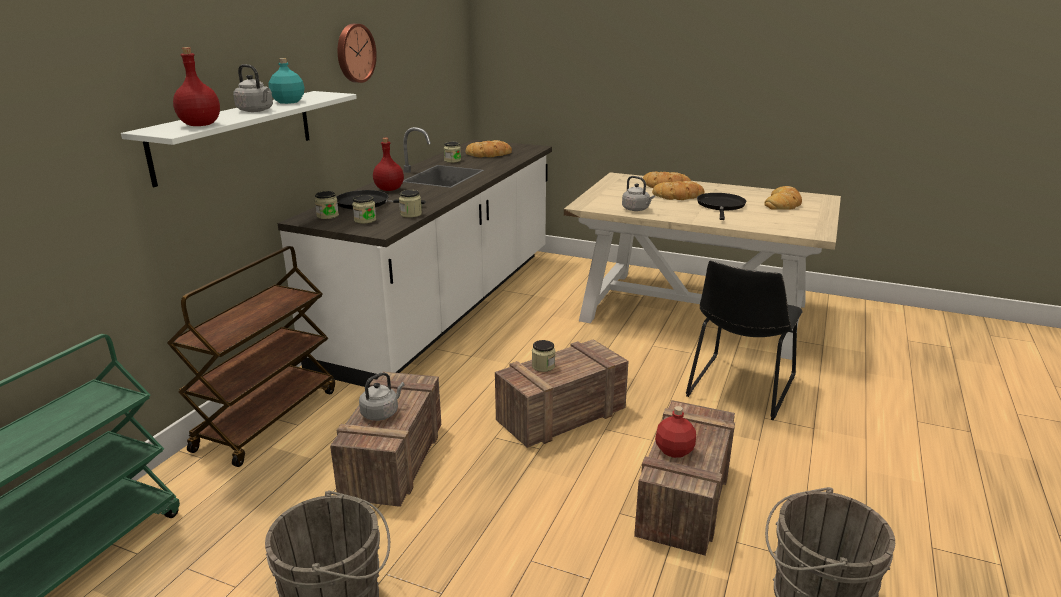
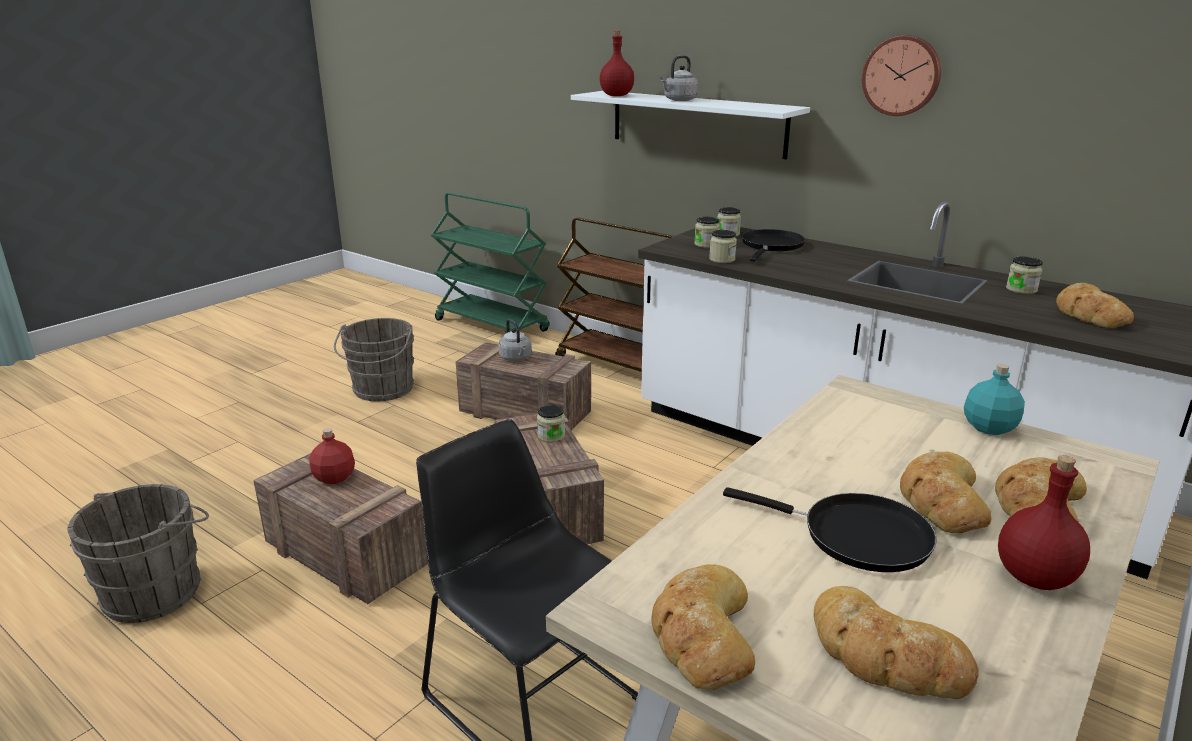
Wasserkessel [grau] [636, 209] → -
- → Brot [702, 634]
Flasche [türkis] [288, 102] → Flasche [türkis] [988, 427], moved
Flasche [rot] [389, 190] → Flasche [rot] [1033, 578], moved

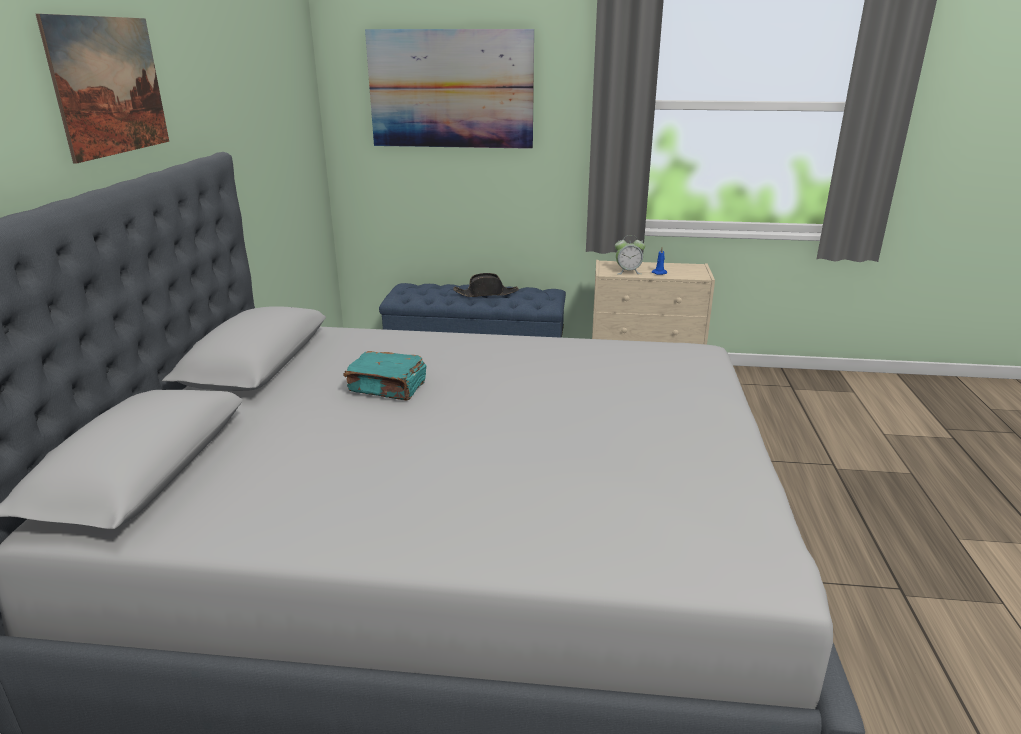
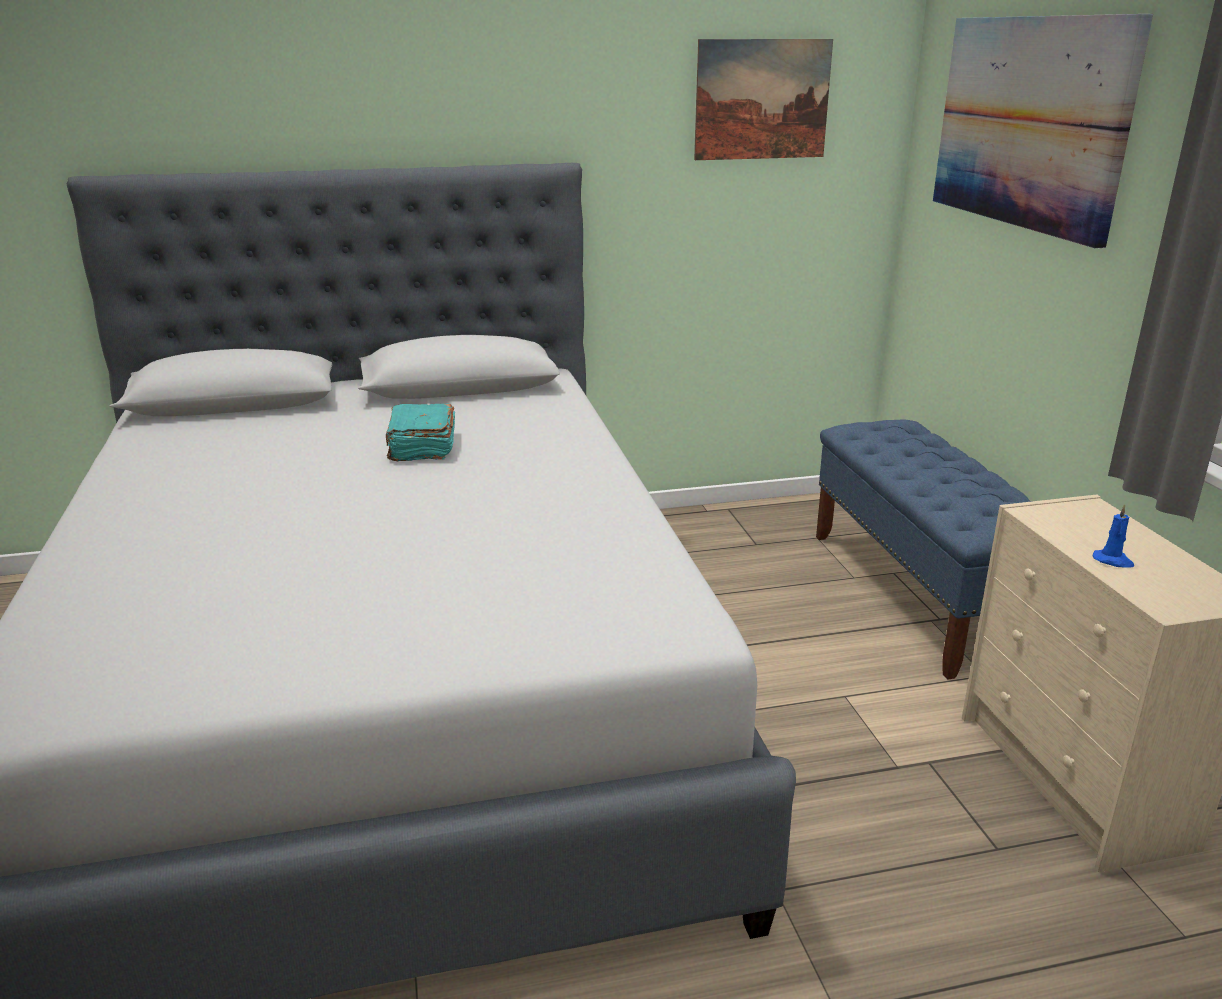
Hut [schwarz] [486, 293] → -
Wecker [628, 272] → -
Bild [109, 86] → Bild [762, 100], moved

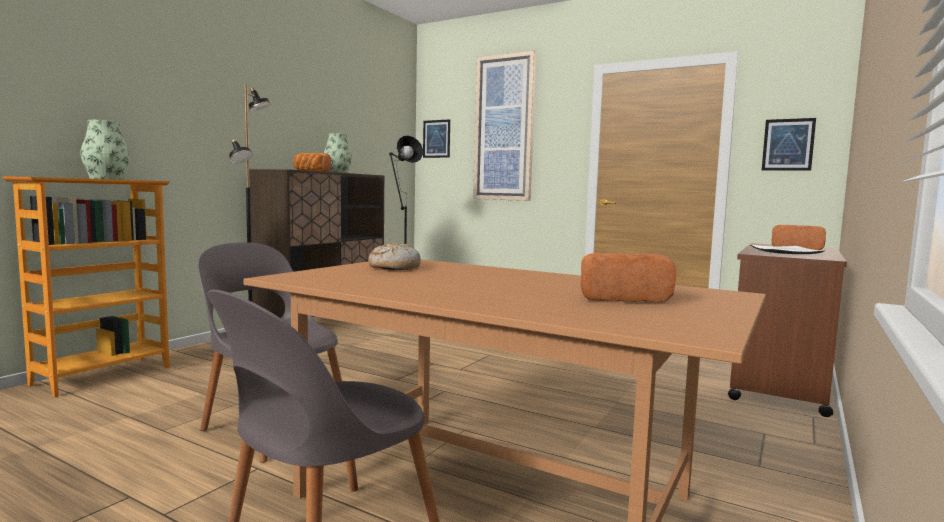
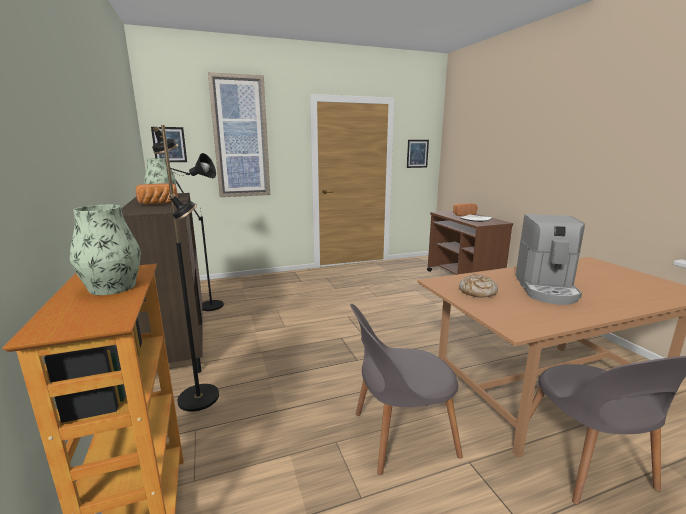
Brot [621, 298] → -
- → Kaffeemaschine [546, 289]

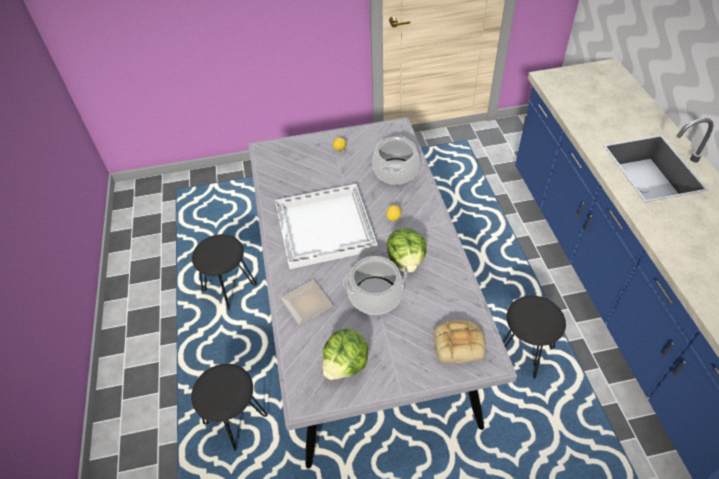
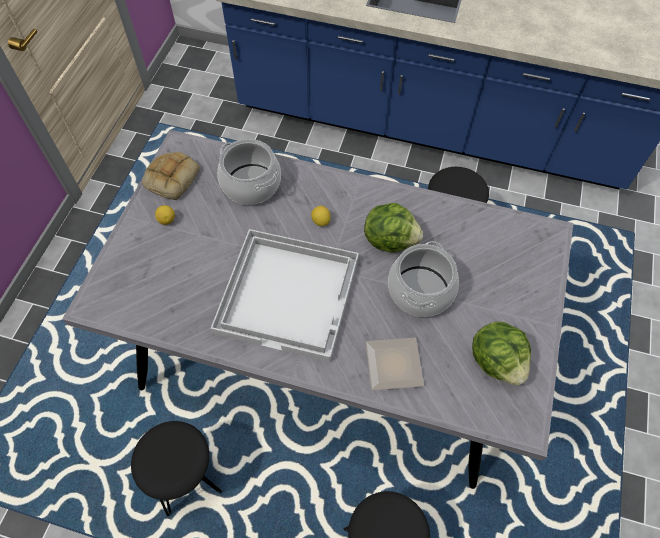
Brot [459, 343] → Brot [171, 177], moved

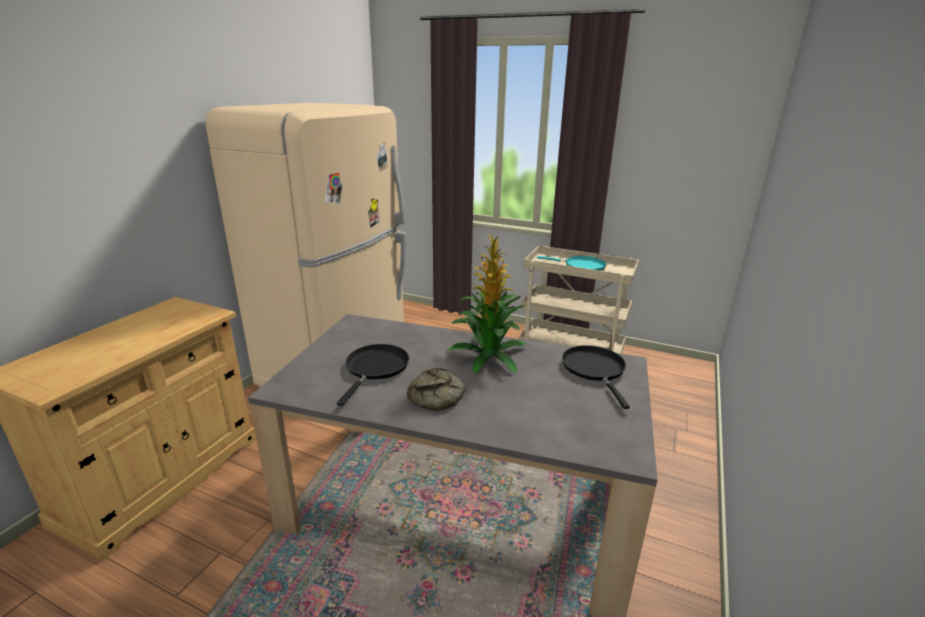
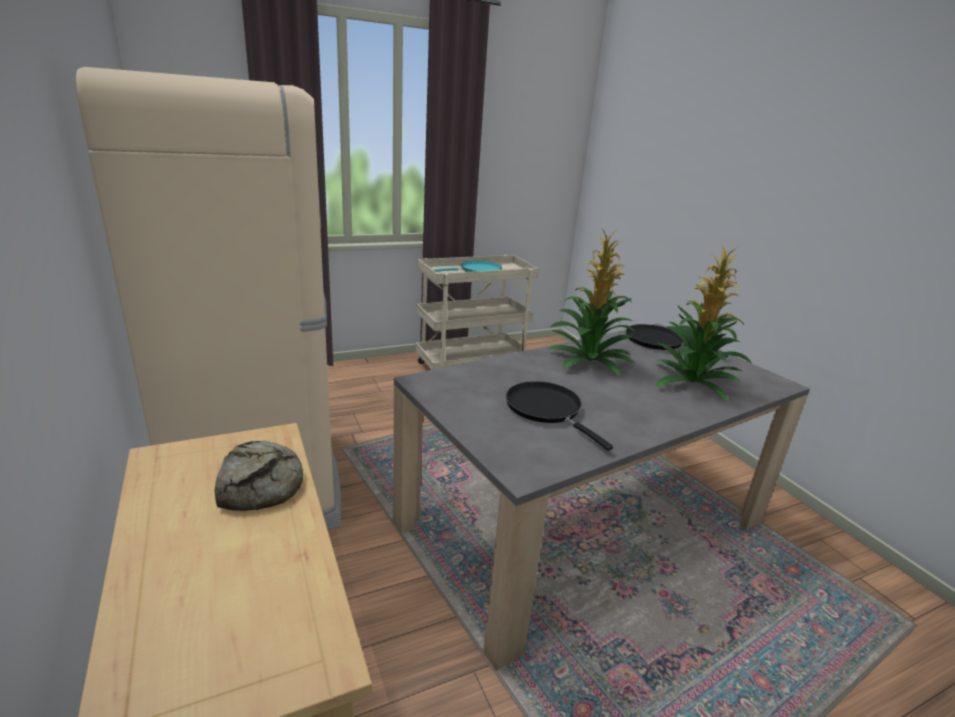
- → Topfpflanze [693, 382]
Brot [438, 396] → Brot [263, 483], moved

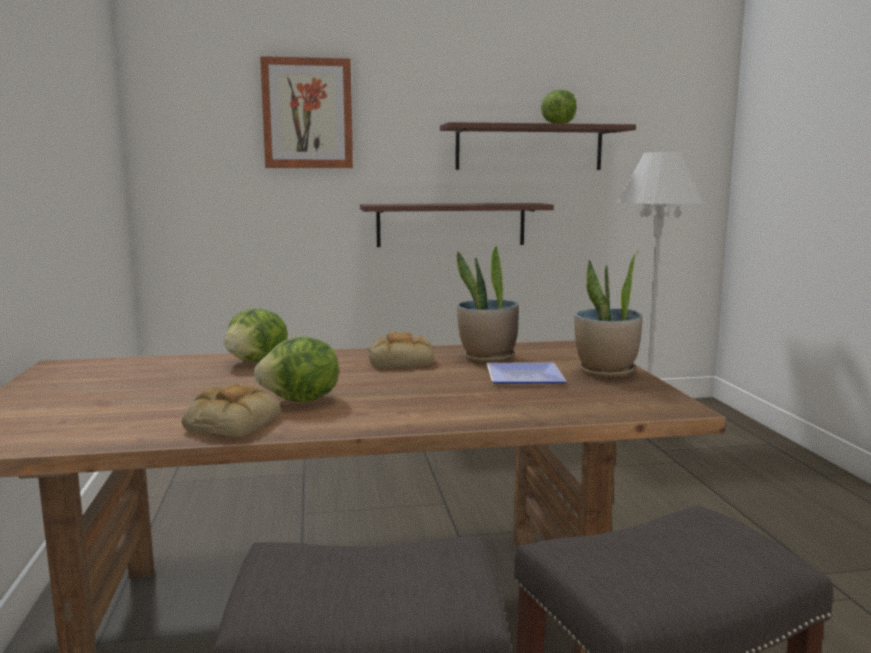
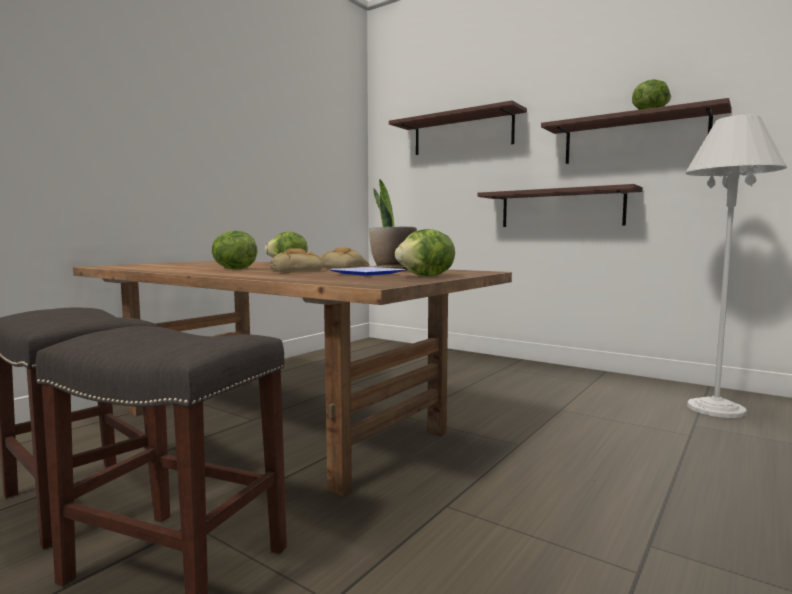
Brot [232, 423] → Brot [296, 270], moved
Bild [307, 114] → Wandregal [462, 134]
Topfpflanze [606, 372] → Salatkopf [426, 276]

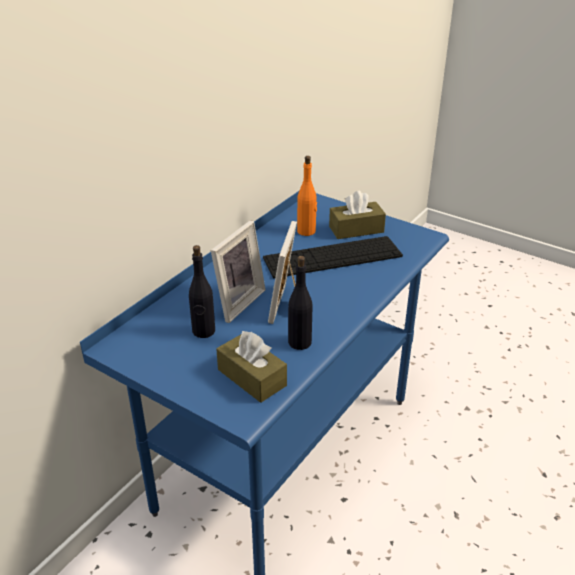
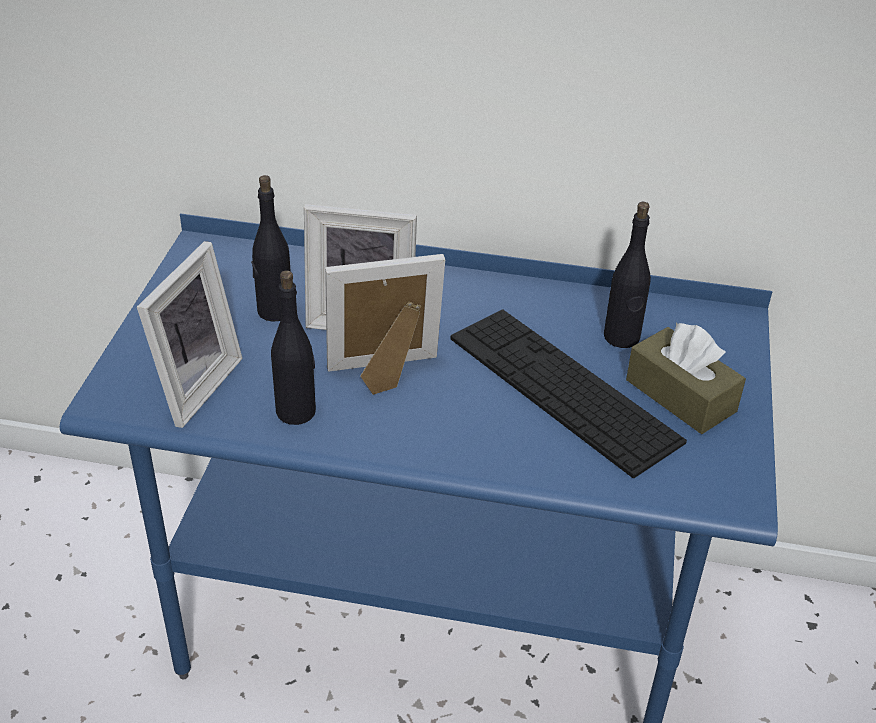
Taschentuchbox [braun] [252, 377] → Bilderrahmen [191, 386]
Flasche [orange] [306, 231] → Flasche [schwarz] [622, 337]

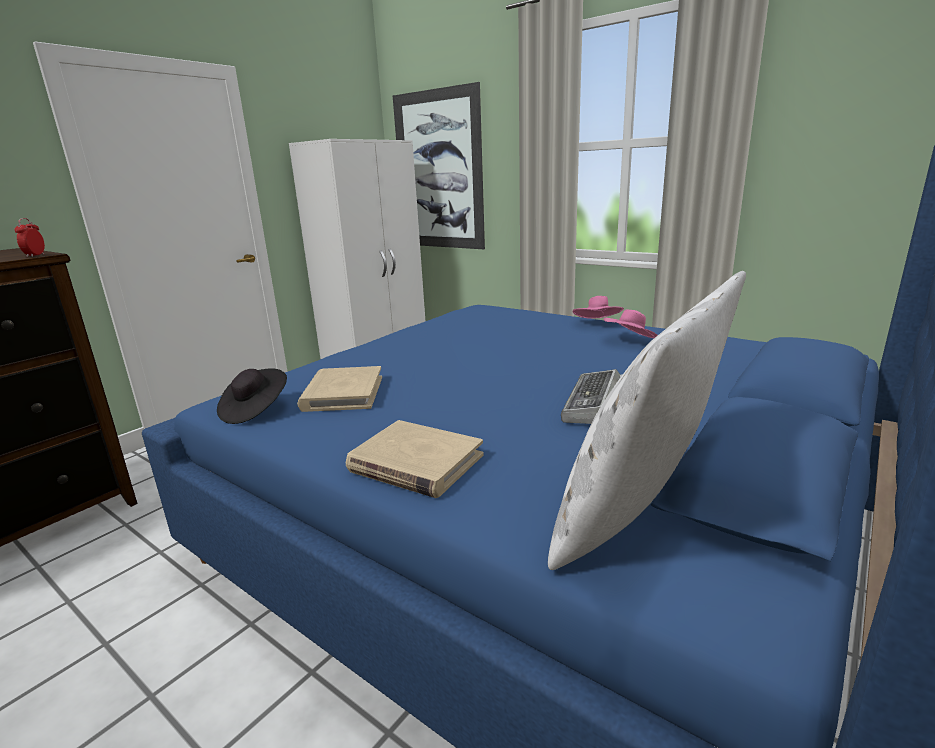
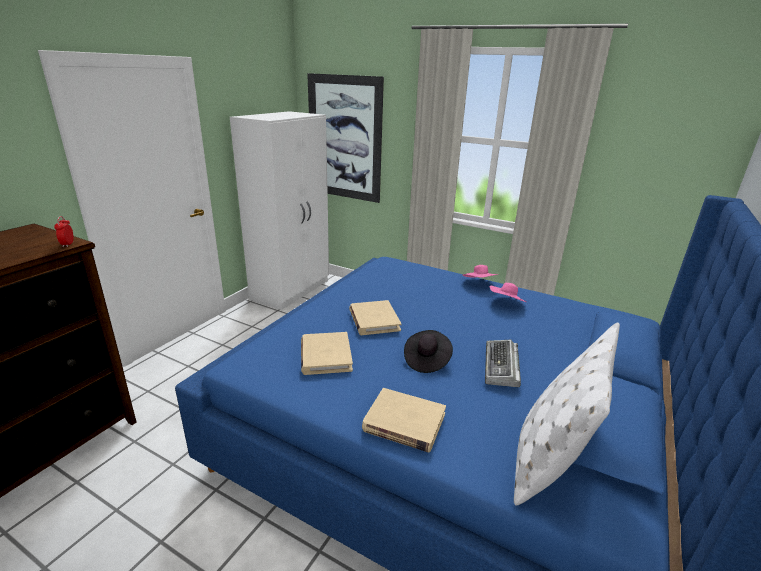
- → Buch [beige] [374, 320]
Hut [schwarz] [255, 410] → Hut [schwarz] [426, 360], moved

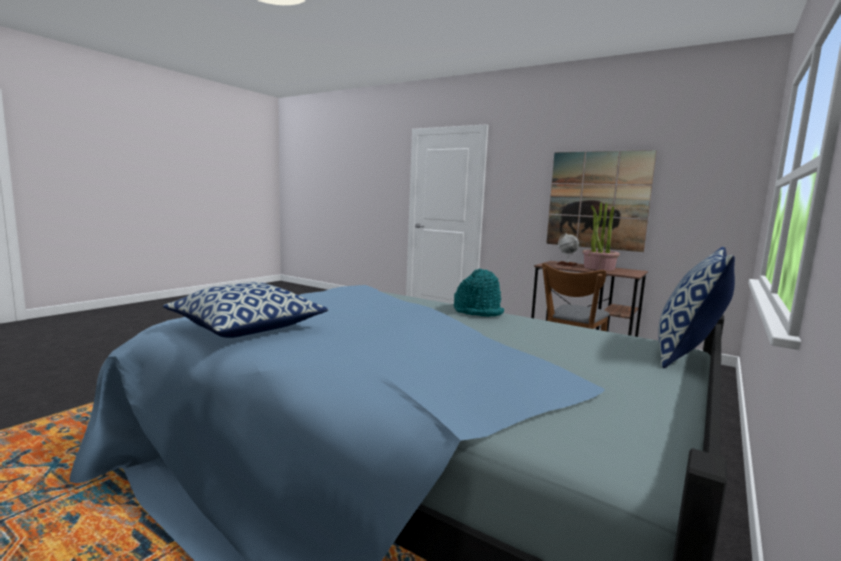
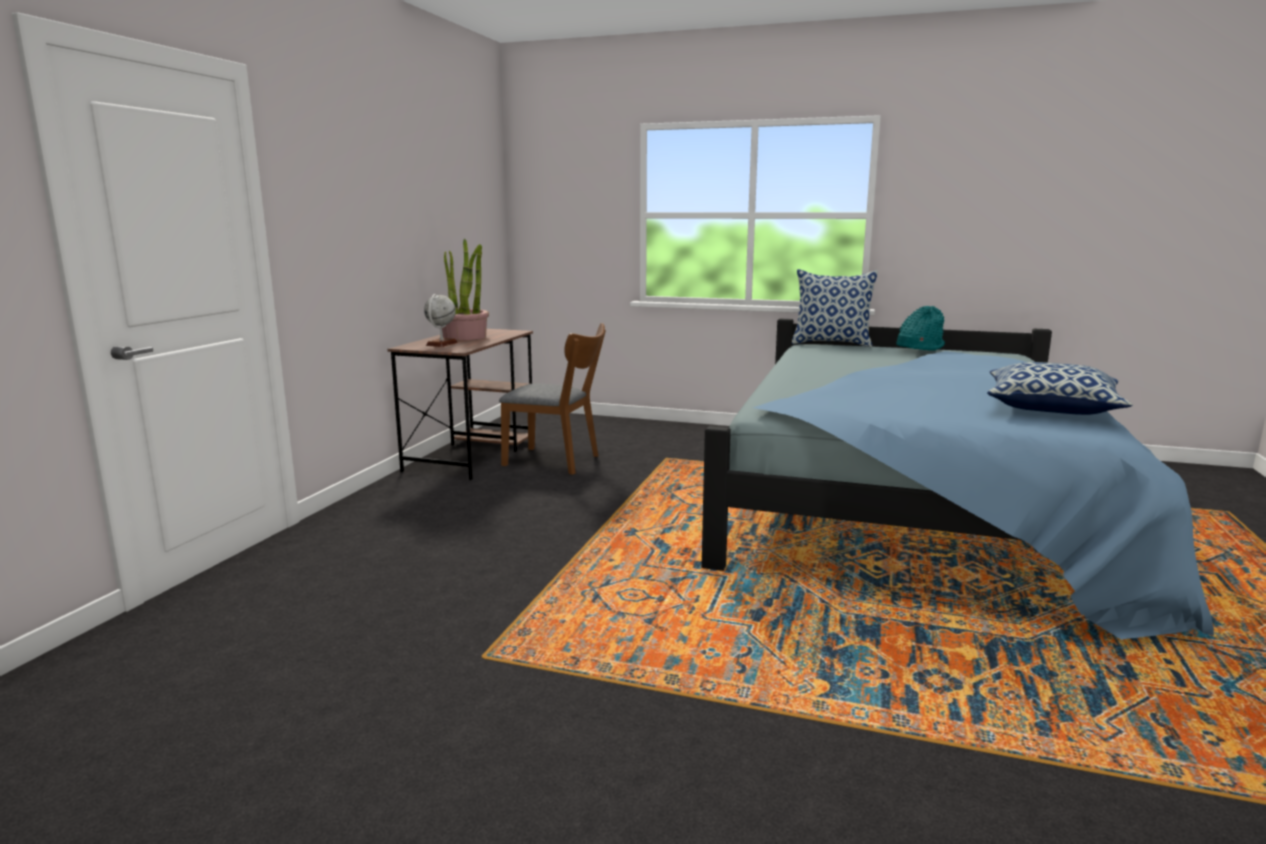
Bild [597, 200] → -
Hut [türkis] [478, 311] → Hut [türkis] [919, 347], moved

